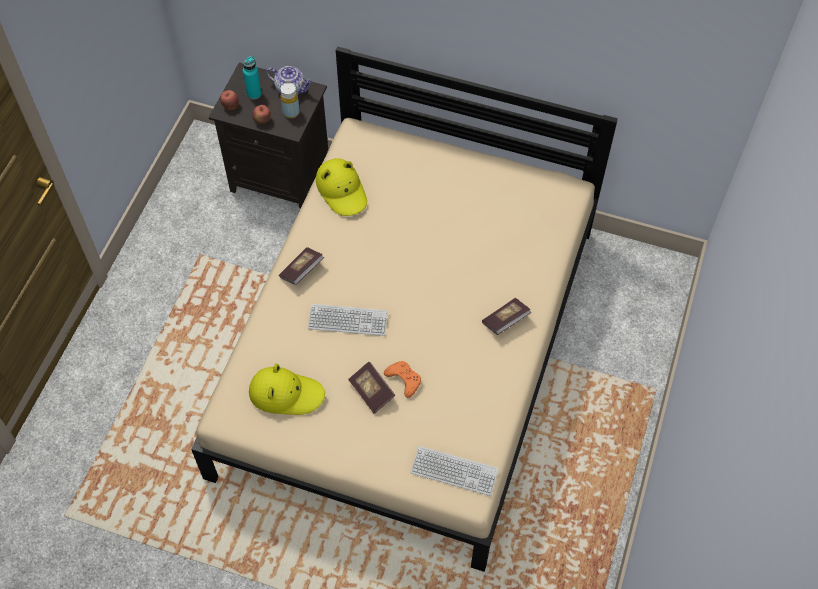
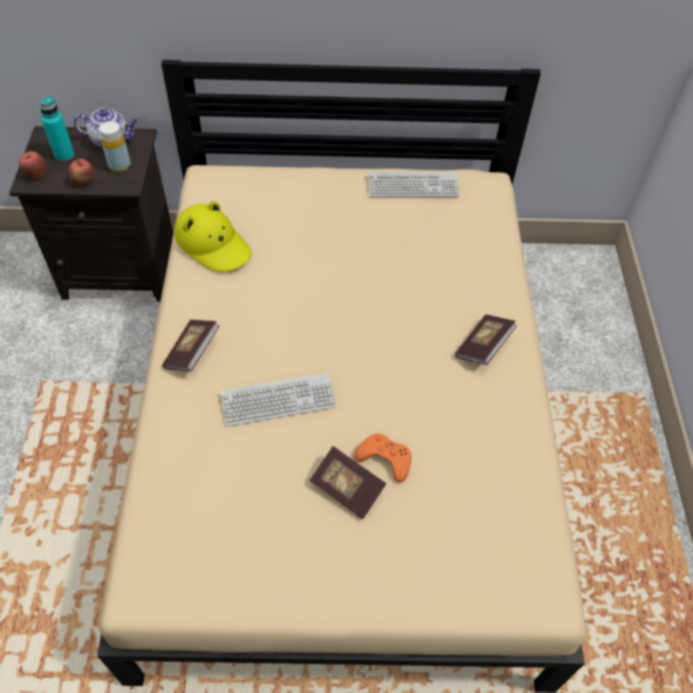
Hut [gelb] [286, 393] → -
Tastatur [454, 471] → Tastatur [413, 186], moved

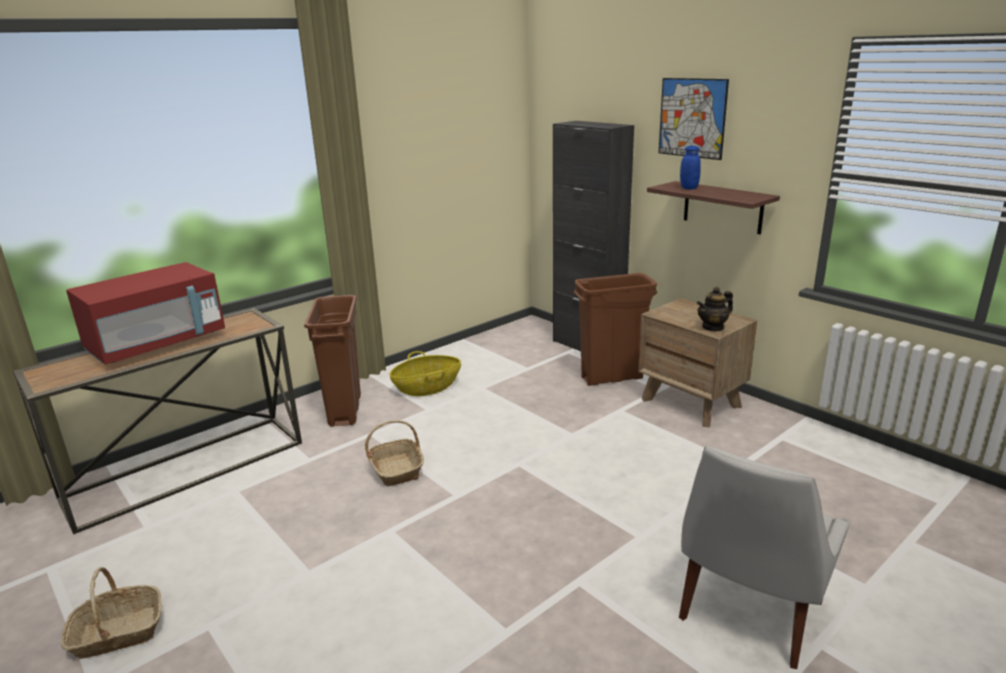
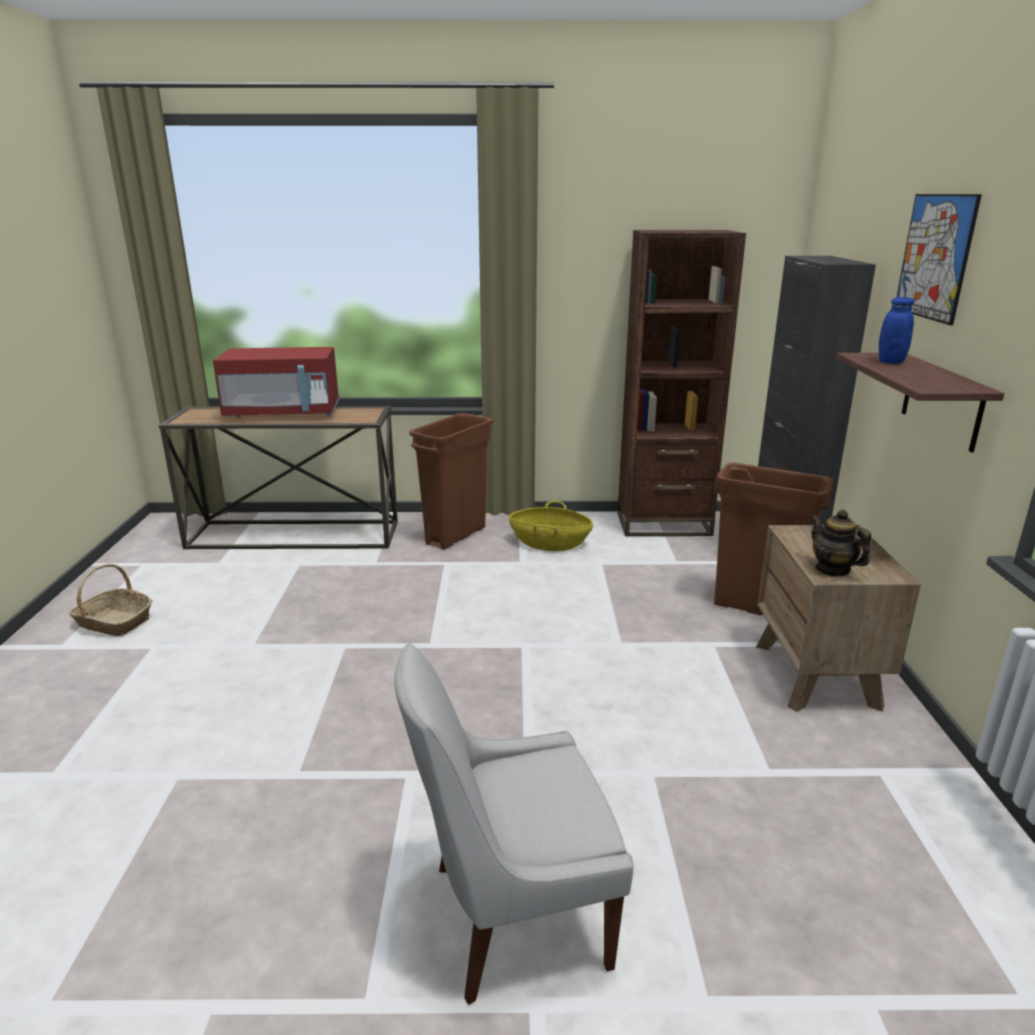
Korb [396, 469] → -
- → Bücherregal [braun] [663, 524]
Teekanne [713, 327] → Teekanne [832, 569], 45 degrees clockwise

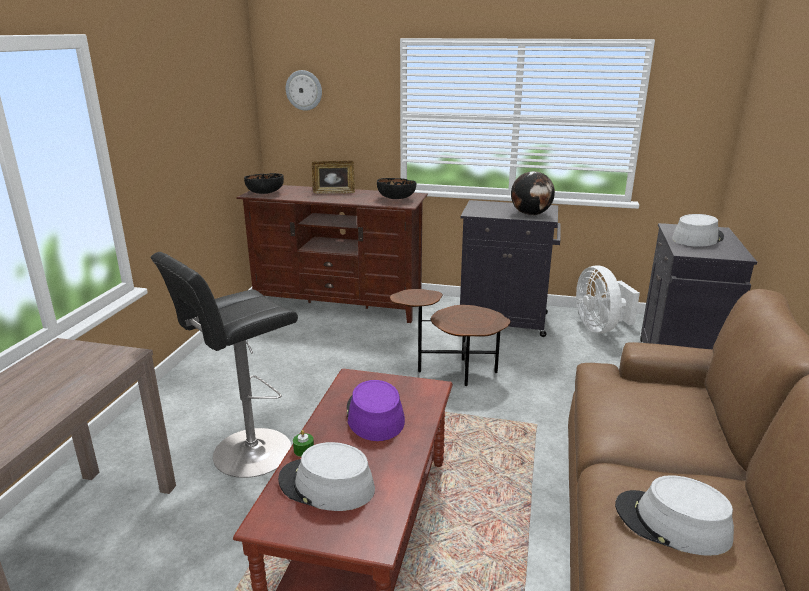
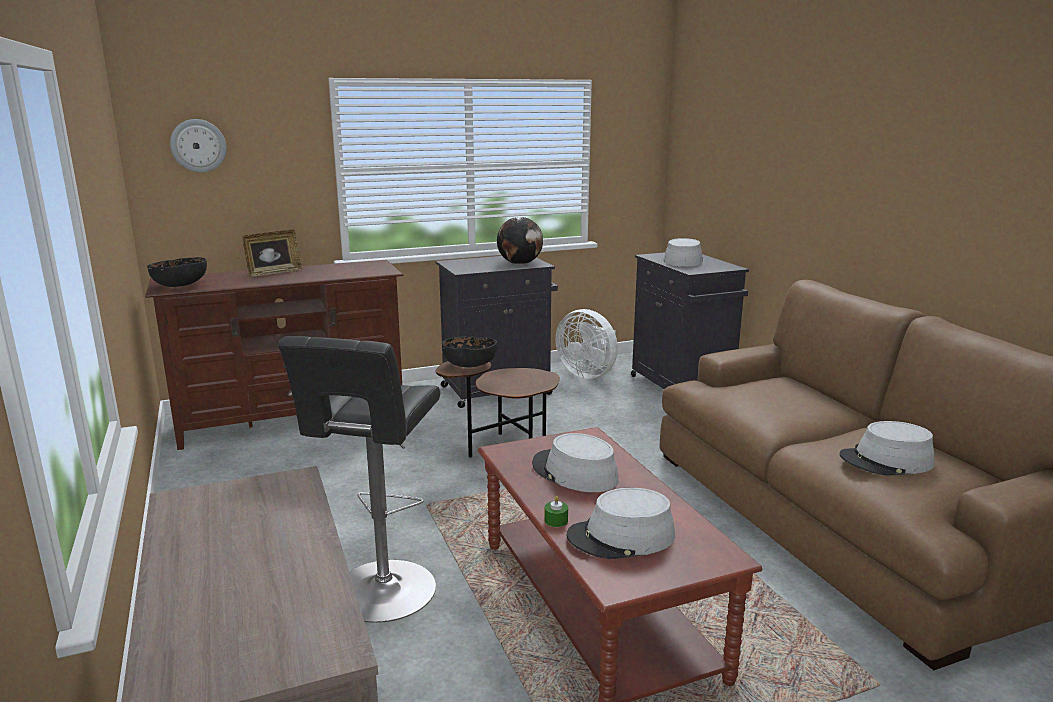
Schüssel [schwarz] [396, 199] → Schüssel [schwarz] [469, 366], moved
Hut [lila] [374, 415] → Hut [grau] [574, 472]

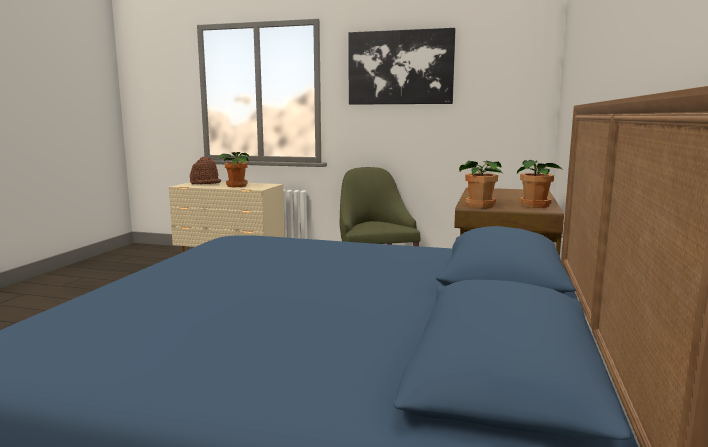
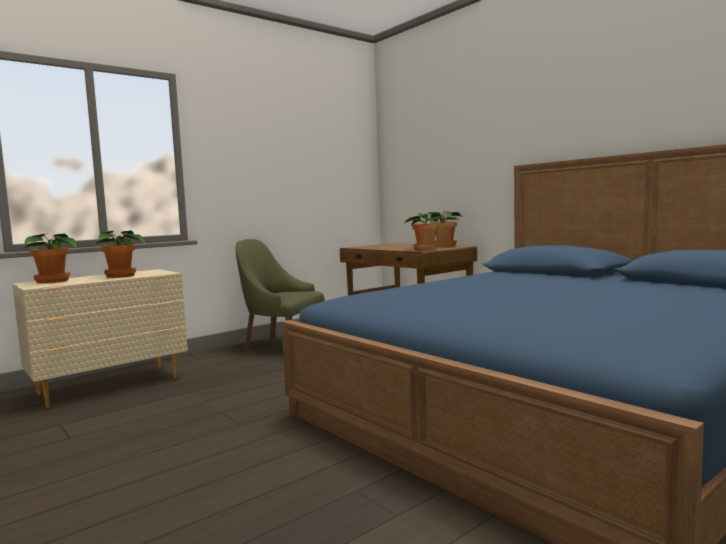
Bild [400, 67] → -
Hut [braun] [205, 183] → Topfpflanze [53, 281]

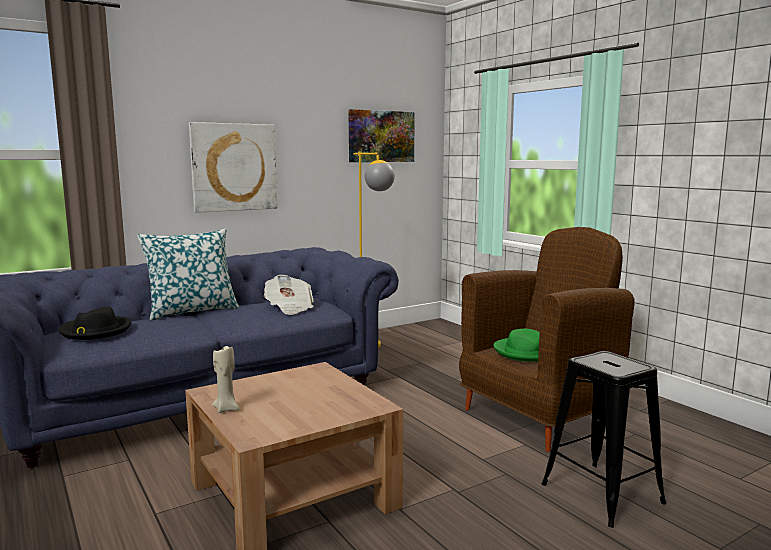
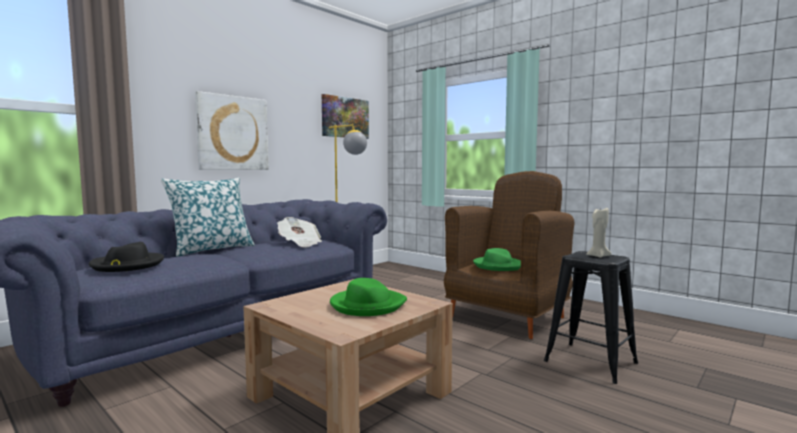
- → Hut [grün] [367, 305]
Kerze [beige] [226, 409] → Kerze [beige] [597, 256], moved

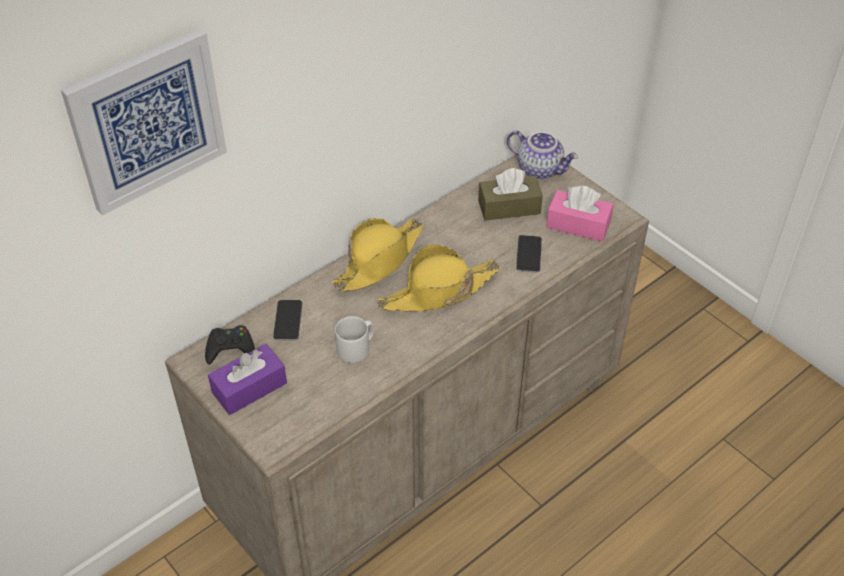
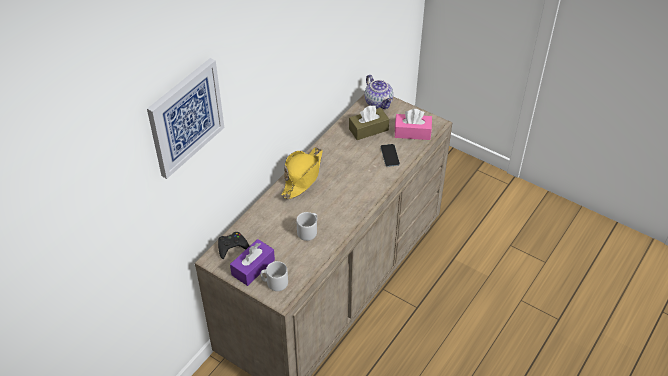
Handy [288, 320] → -
Hut [gelb] [438, 292] → -
- → Henkelbecher [grau] [274, 283]
Teekanne [540, 169] → Teekanne [379, 103], 45 degrees clockwise

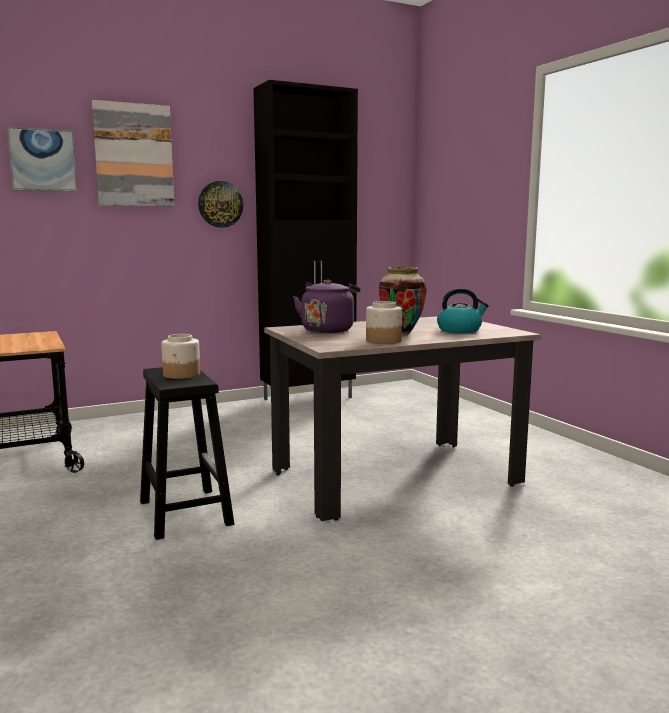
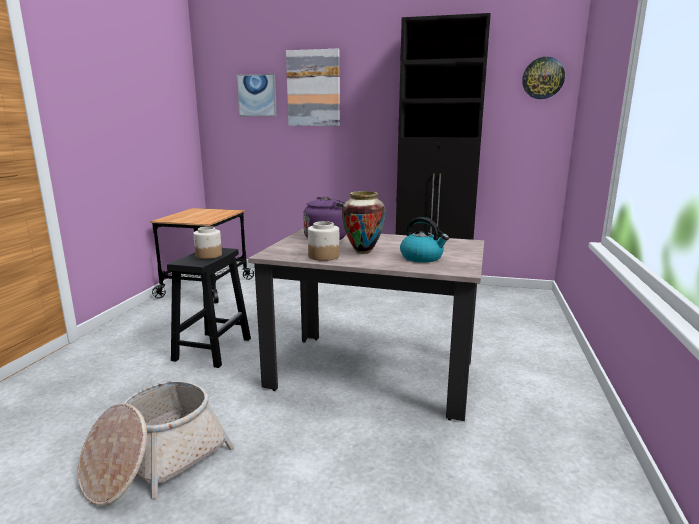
- → Korb [155, 462]
Wanduhr [220, 204] → Wanduhr [543, 78], moved

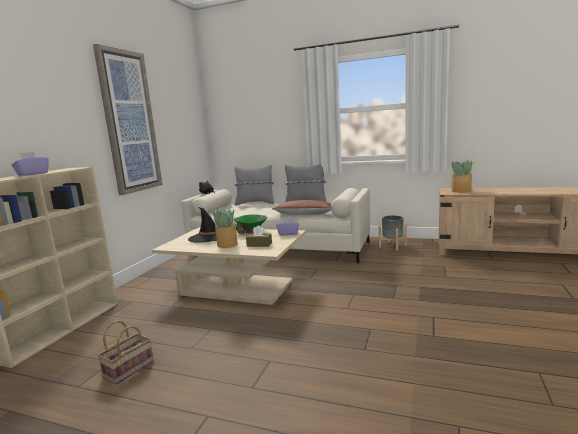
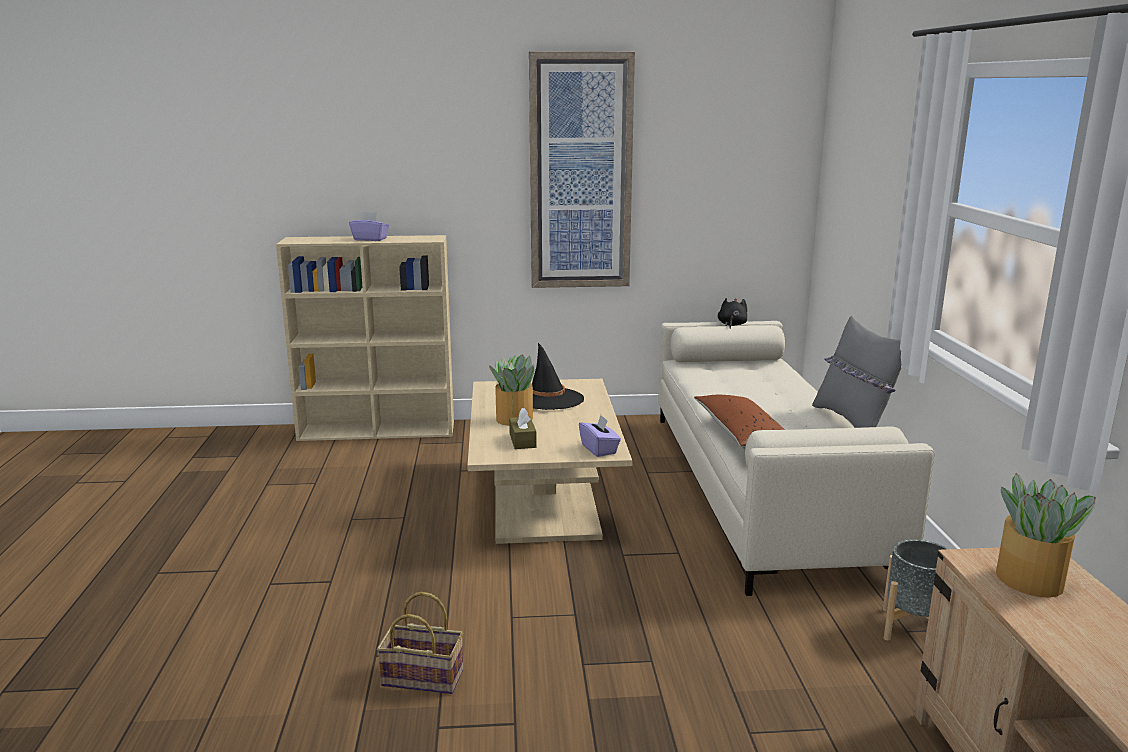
Schüssel [grün] [251, 232] → -
Kissen [grau] [255, 203] → -
Korb [129, 368] → Korb [425, 677], moved

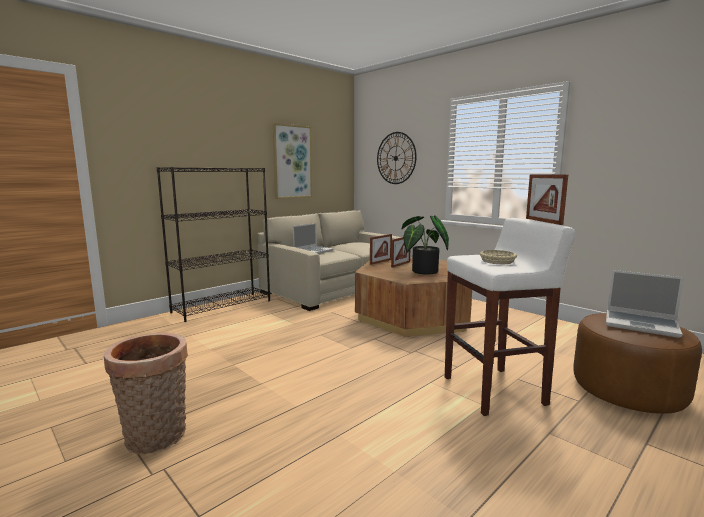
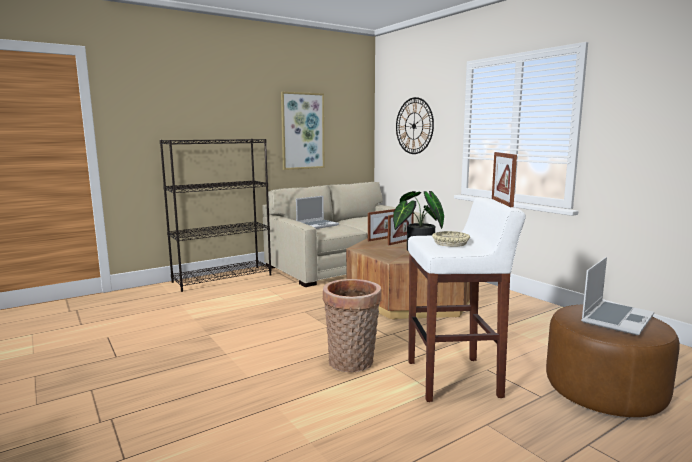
Korb [156, 439] → Korb [352, 363], moved
Laptop [642, 324] → Laptop [616, 318], 90 degrees counterclockwise

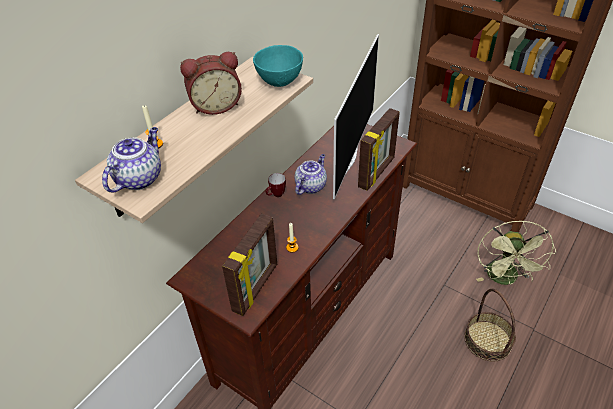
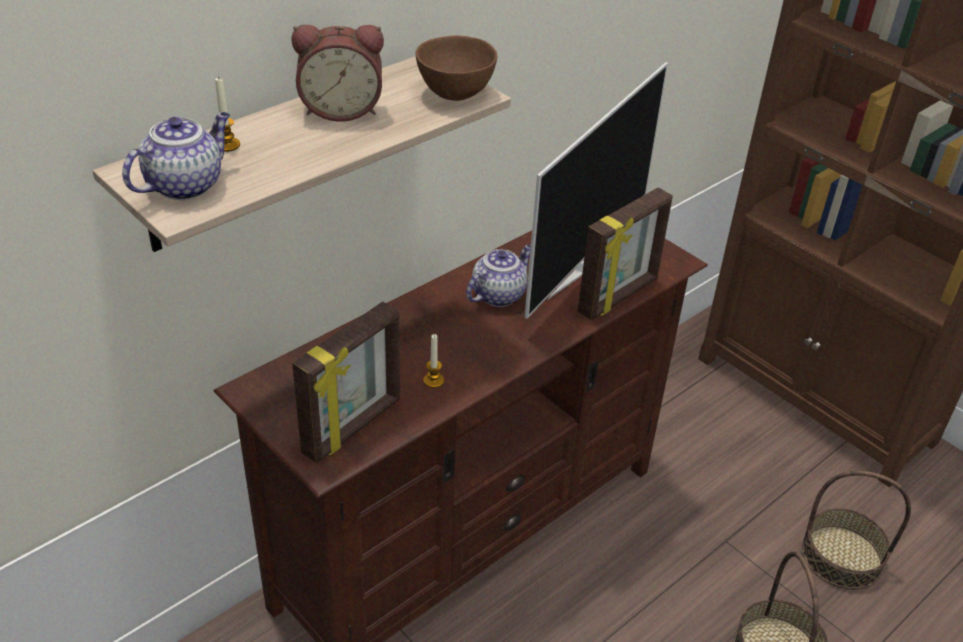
Henkelbecher [276, 195] → -
Ventilator [grün] [504, 279] → Korb [842, 556]
Schüssel [türkis] [280, 81] → Schüssel [braun] [456, 93]

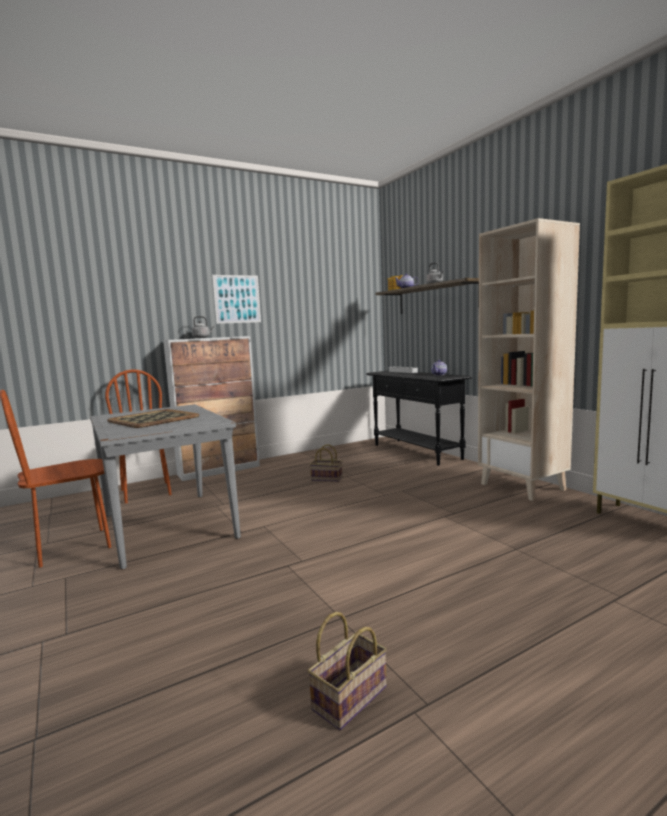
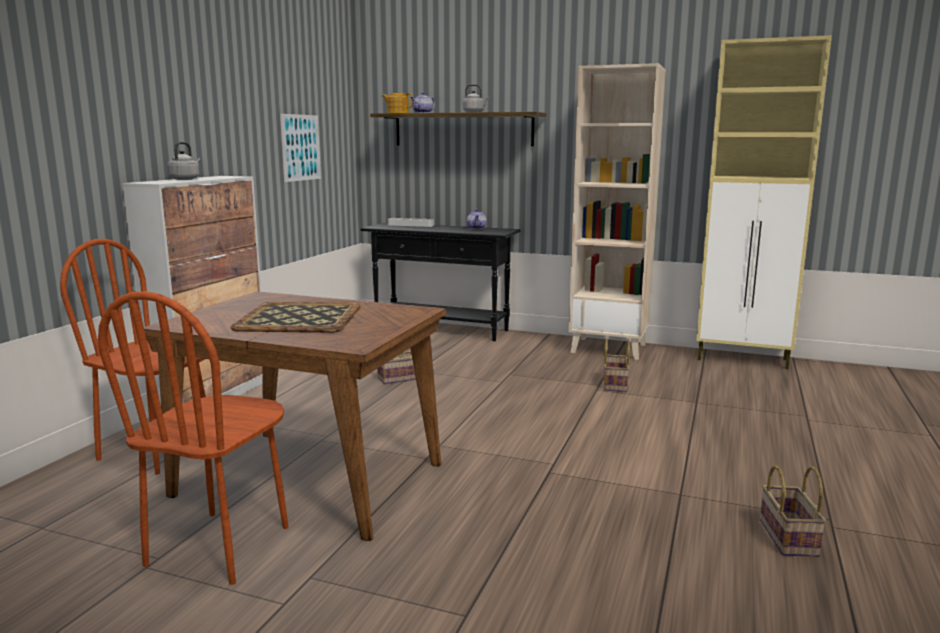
- → Korb [614, 384]
Bild [237, 299] → Bild [301, 147], moved
Esstisch [grau] [169, 526] → Esstisch [braun] [312, 479]

